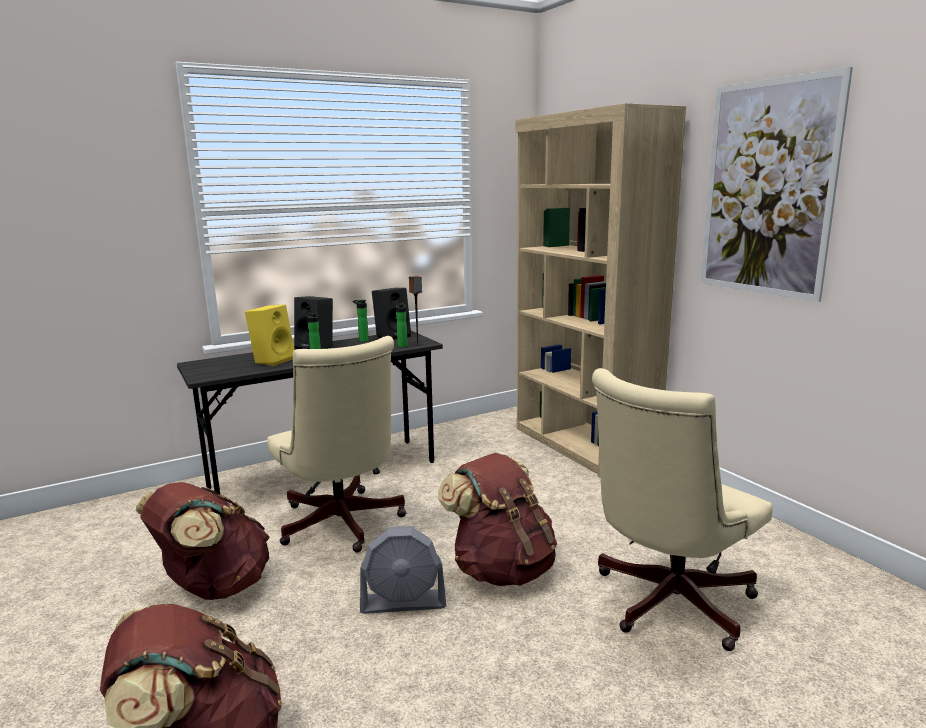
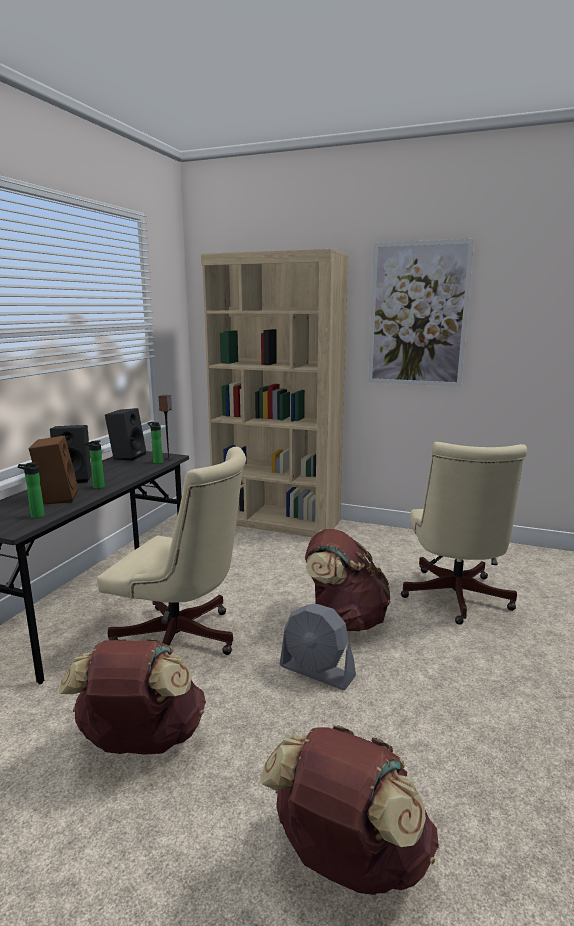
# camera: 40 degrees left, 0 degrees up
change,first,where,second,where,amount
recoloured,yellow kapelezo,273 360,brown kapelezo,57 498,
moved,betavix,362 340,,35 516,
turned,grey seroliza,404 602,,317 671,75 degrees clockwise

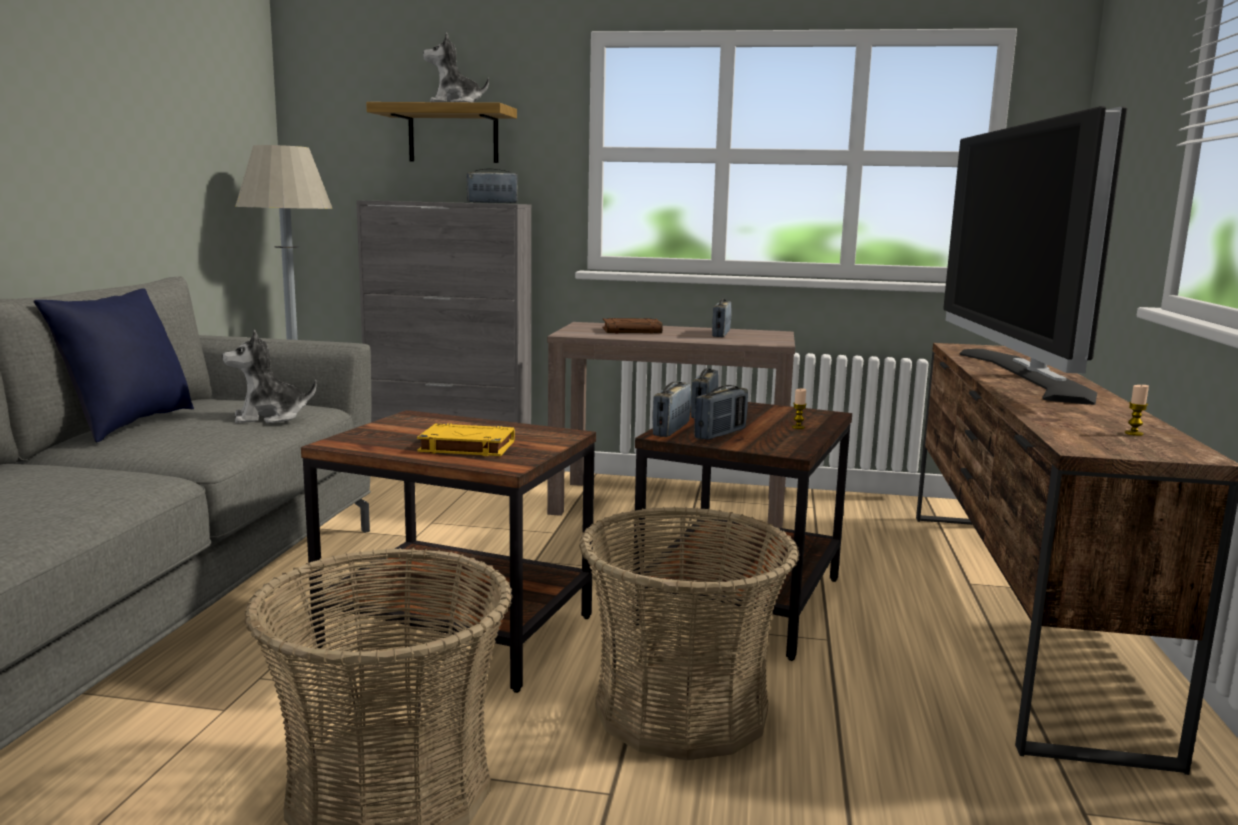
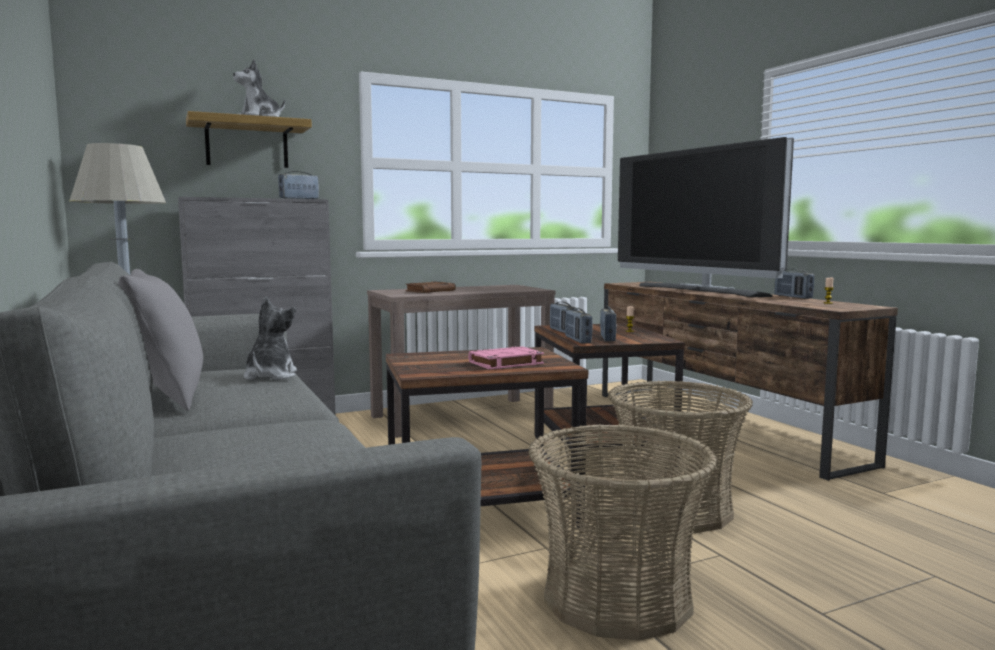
# camera: 35 degrees left, 5 degrees down
change,first,where,second,where,amount
recoloured,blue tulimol,127 424,grey tulimol,164 397,
turned,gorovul,269 417,,270 376,150 degrees clockwise
recoloured,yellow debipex,466 447,pink debipex,505 363,
moved,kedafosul,721 334,,793 297,

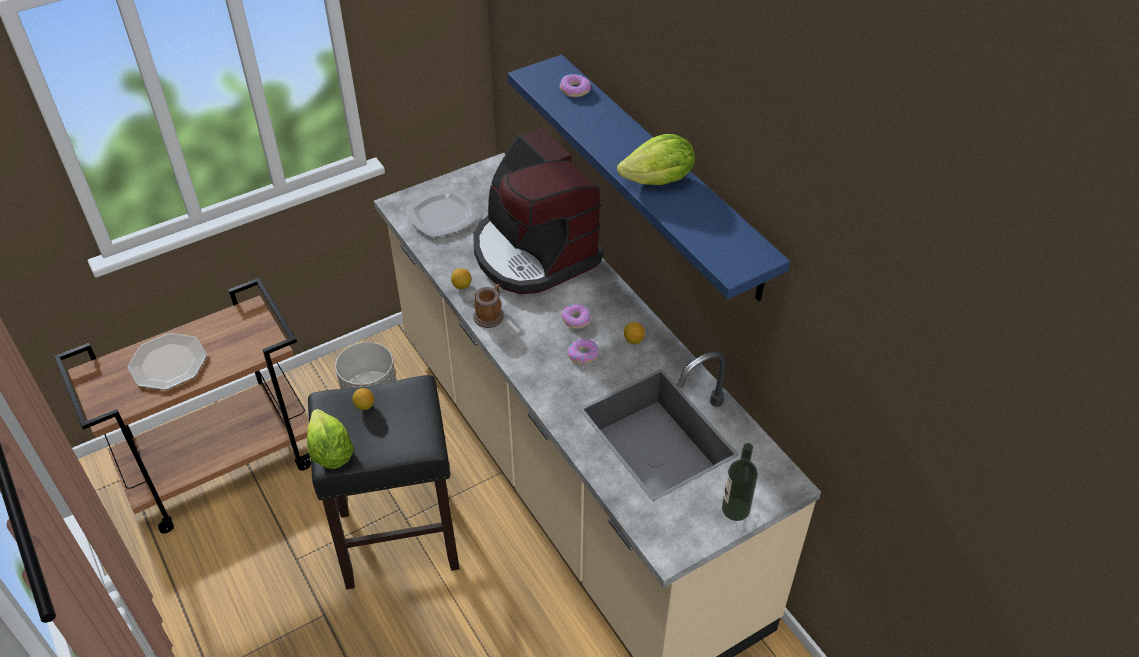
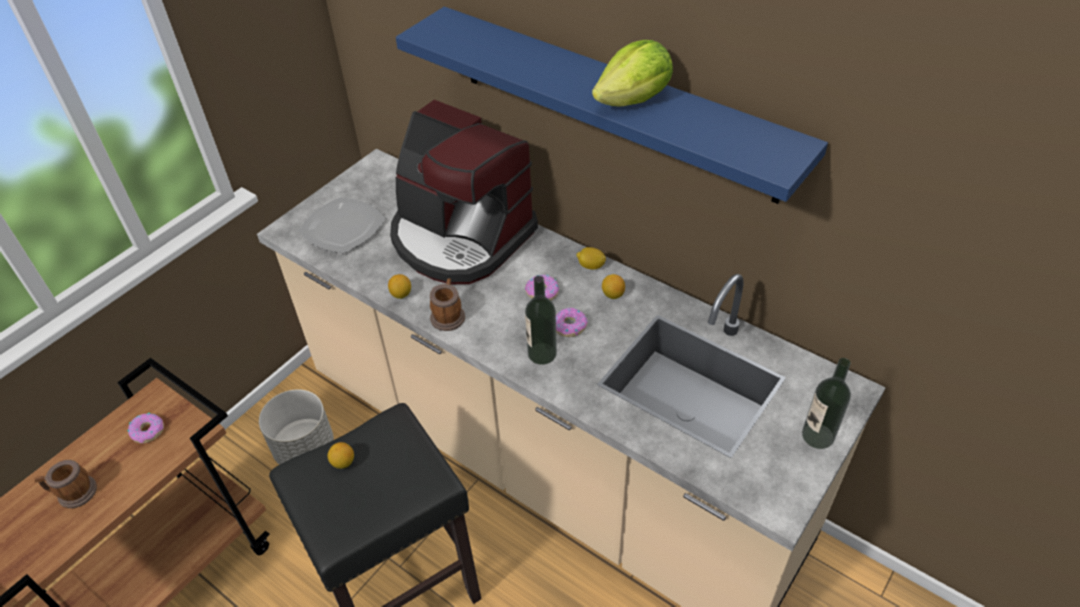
# camera: 20 degrees left, 0 degrees up
change,first,where,second,where,amount
replaced,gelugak,168 363,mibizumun,73 493,
removed,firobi,330 453,,,
moved,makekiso,575 90,,148 431,
added,,,betavix,542 353,
added,,,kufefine,591 266,

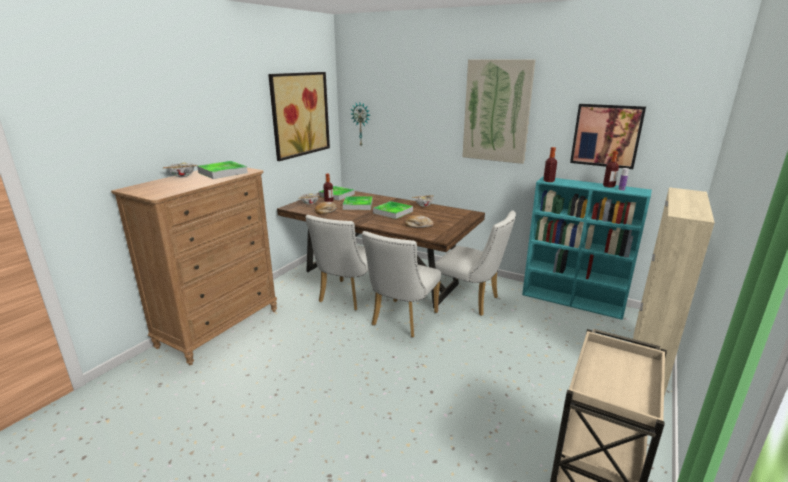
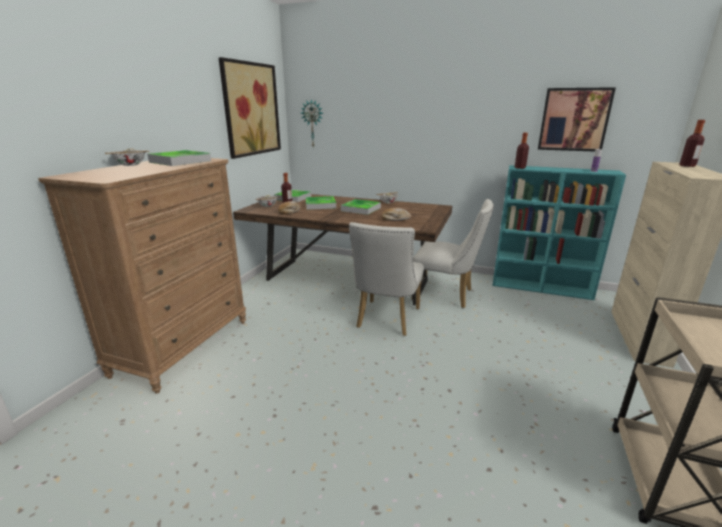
# camera: 10 degrees left, 0 degrees up
change,first,where,second,where,amount
removed,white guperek,346 297,,,
removed,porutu,496 111,,,
moved,betavix,608 186,,687 166,

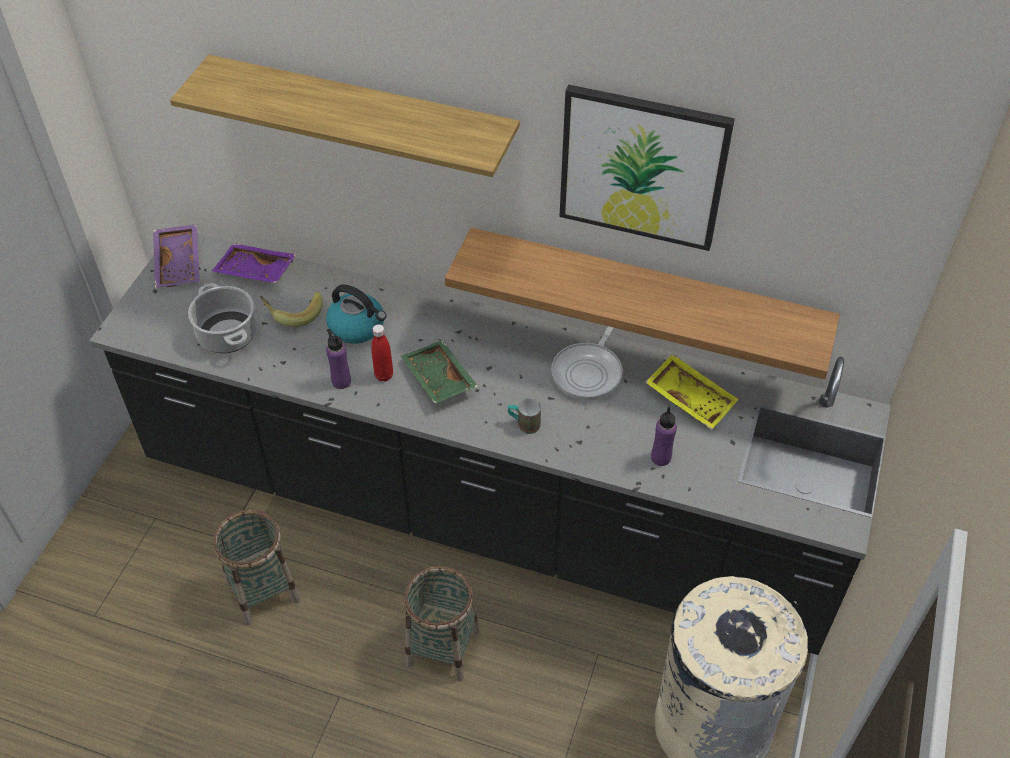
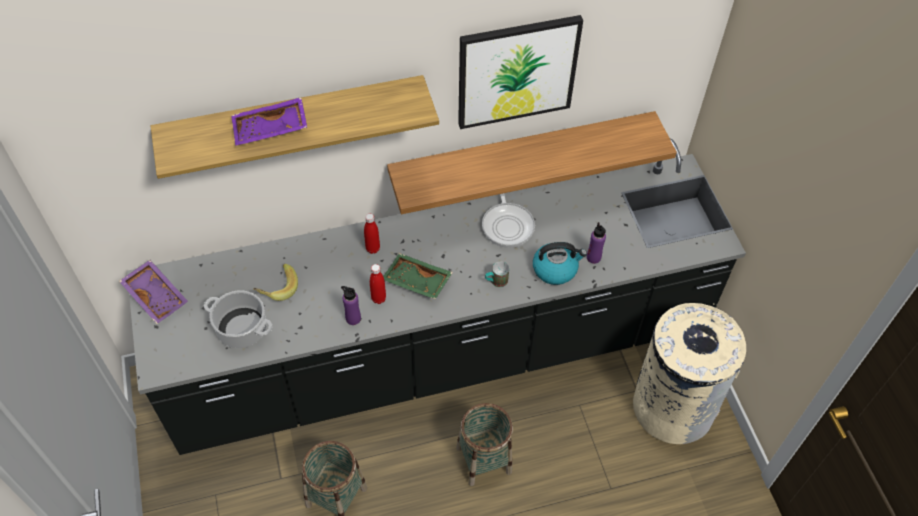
# camera: 35 degrees left, 5 degrees up
change,first,where,second,where,amount
moved,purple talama,255 272,,270 130,
moved,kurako,358 327,,555 269,
removed,yellow talama,691 397,,,
added,,,red betavix,373 249,

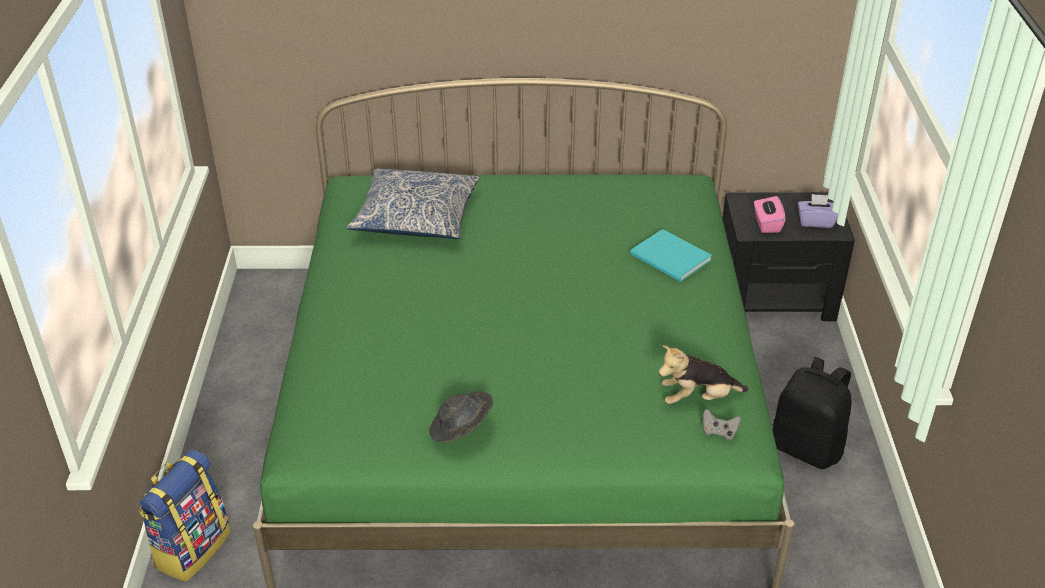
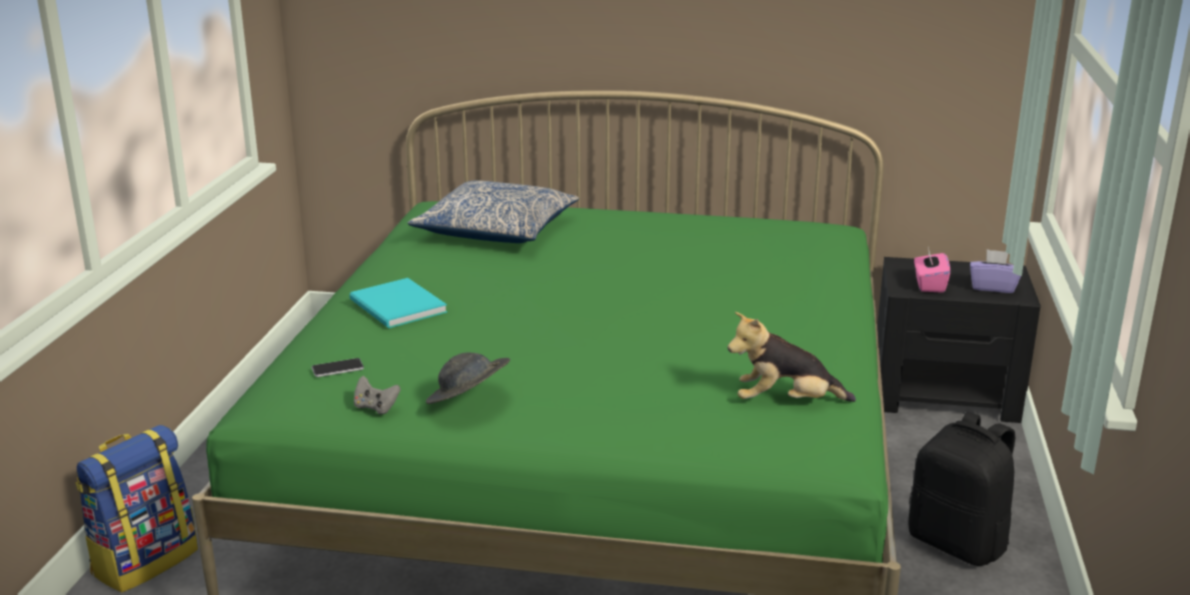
# camera: 10 degrees right, 15 degrees down
change,first,where,second,where,amount
moved,turquoise debipex,671 259,,397 307,
moved,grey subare,719 432,,376 408,
added,,,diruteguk,337 369,

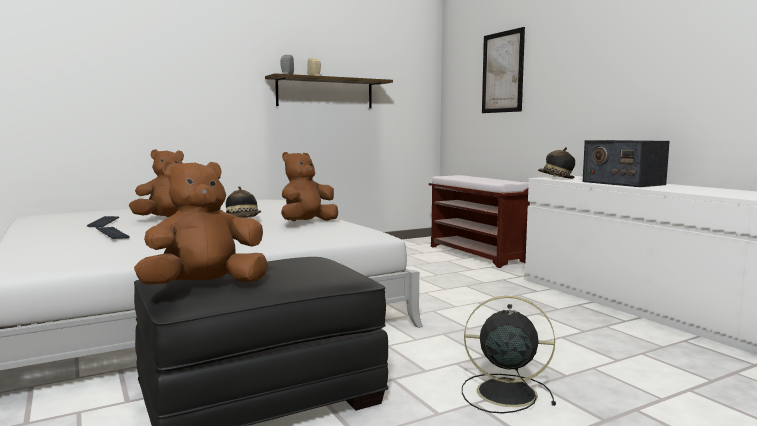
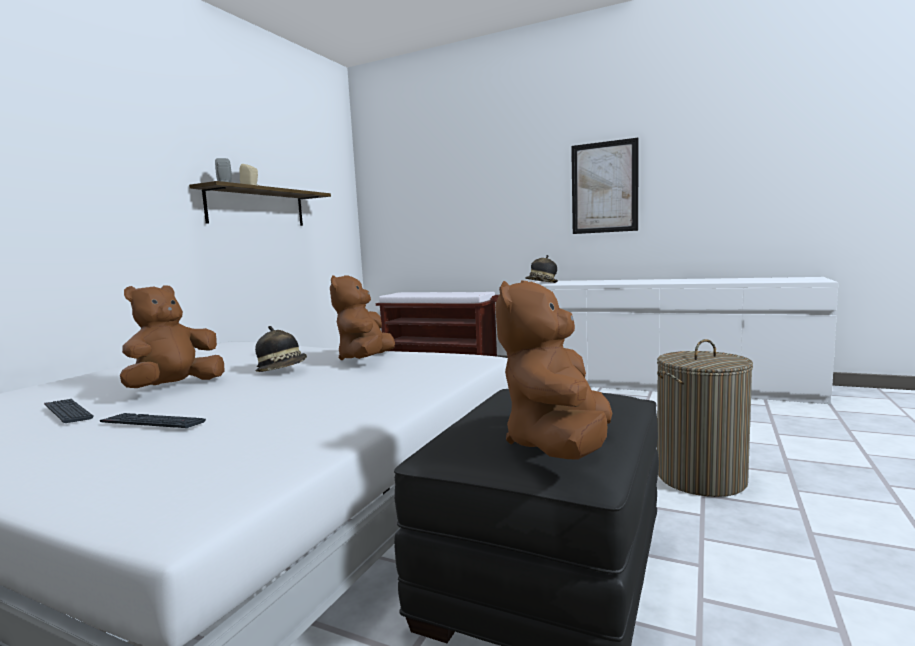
# camera: 35 degrees left, 0 degrees up
change,first,where,second,where,amount
replaced,black seroliza,503 392,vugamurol,700 478,
moved,porutu,502 72,,604 187,
removed,kedafosul,622 183,,,

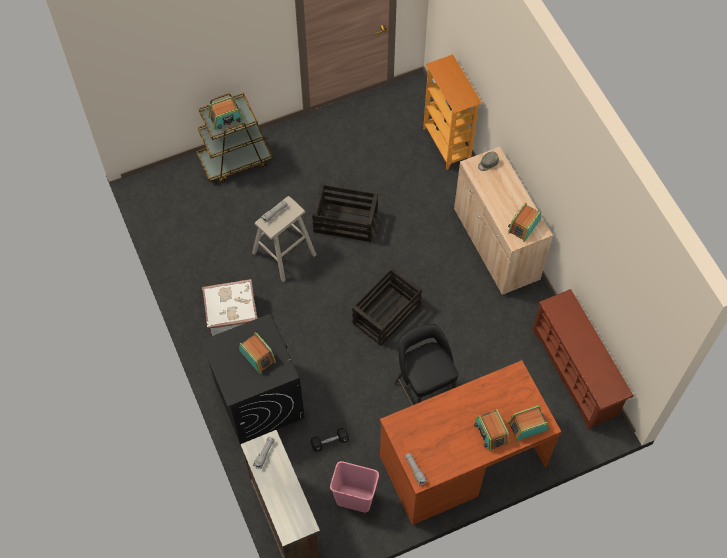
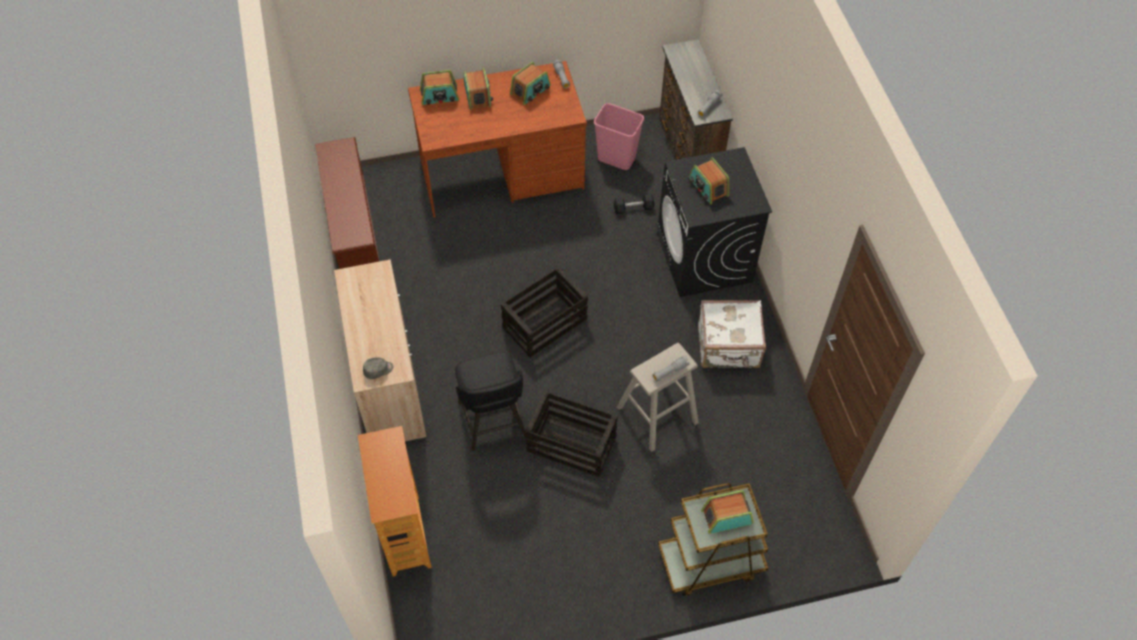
# camera: 170 degrees left, 5 degrees down
change,first,where,second,where,amount
moved,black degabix,424 391,,493 422,
moved,kedafosul,524 226,,530 90,

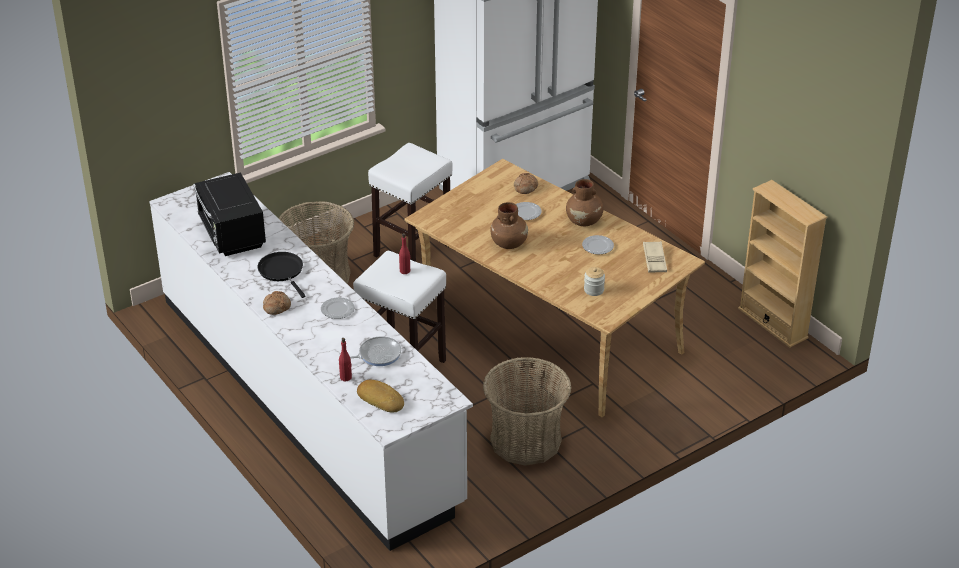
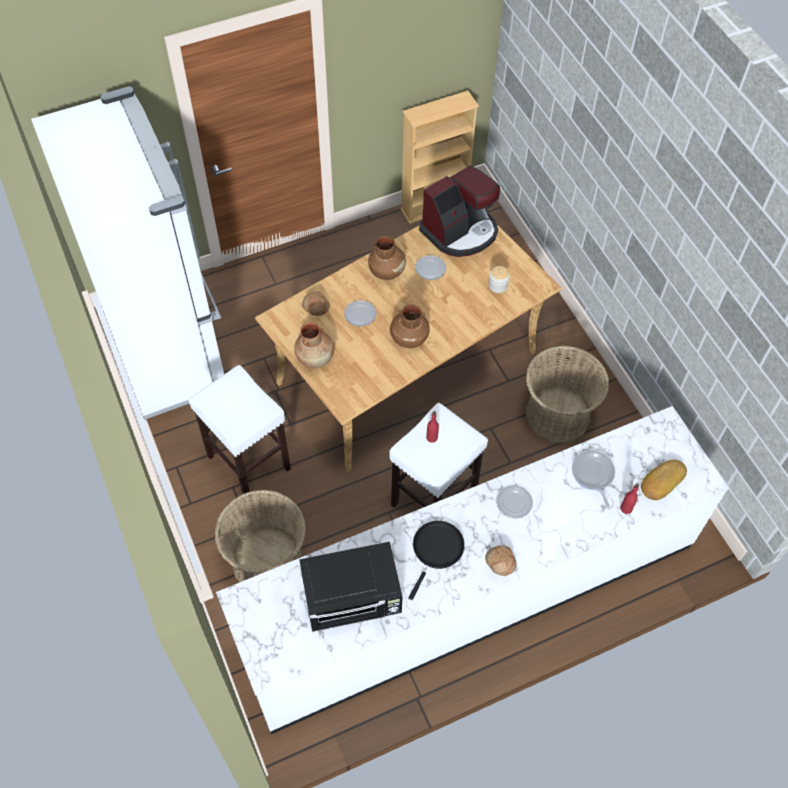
# camera: 80 degrees left, 20 degrees up
change,first,where,second,where,amount
turned,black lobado,282 271,,436 550,135 degrees clockwise
replaced,beige talama,654 260,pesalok,460 231,
added,,,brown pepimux,315 357,

